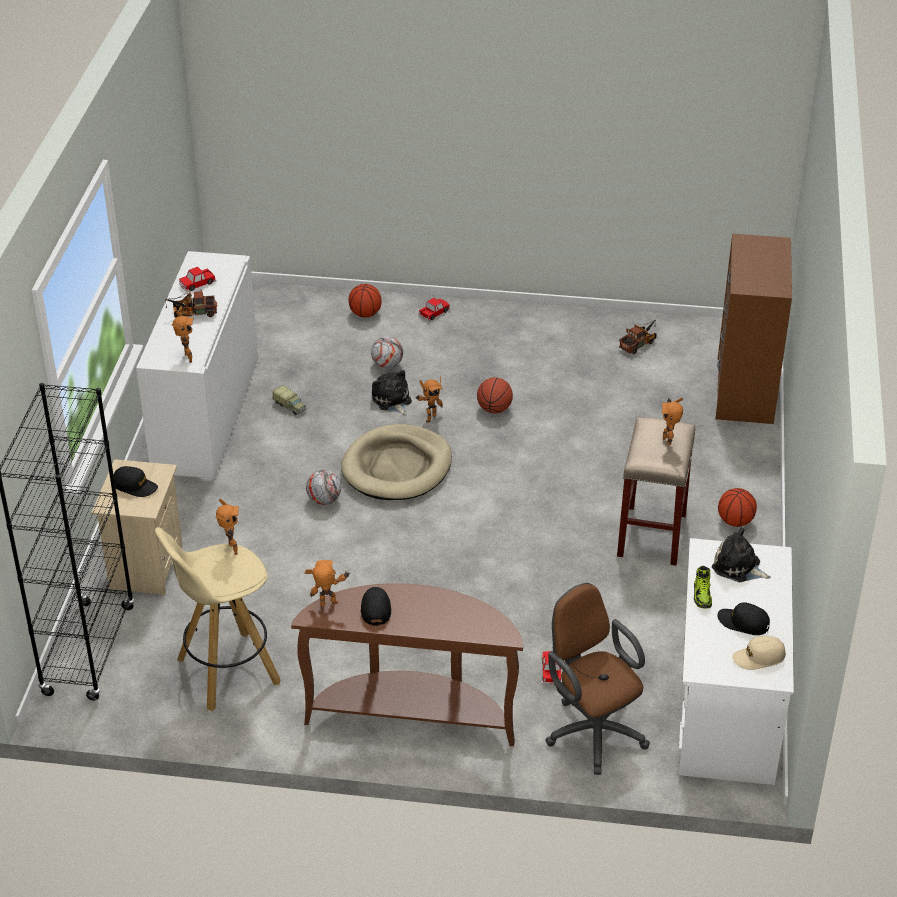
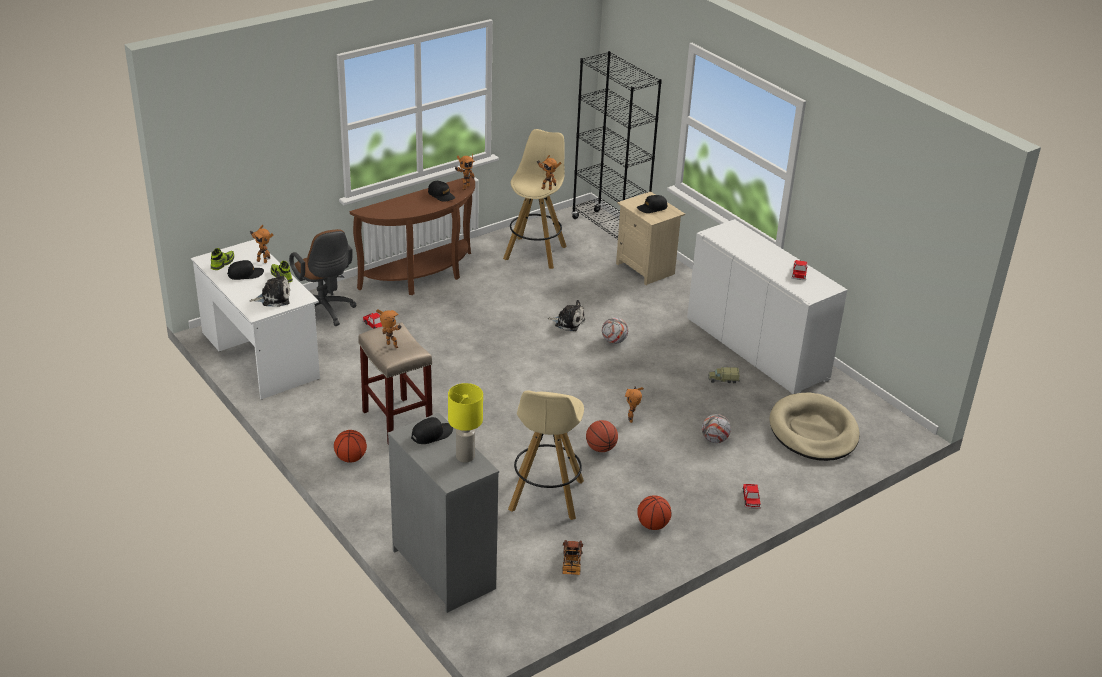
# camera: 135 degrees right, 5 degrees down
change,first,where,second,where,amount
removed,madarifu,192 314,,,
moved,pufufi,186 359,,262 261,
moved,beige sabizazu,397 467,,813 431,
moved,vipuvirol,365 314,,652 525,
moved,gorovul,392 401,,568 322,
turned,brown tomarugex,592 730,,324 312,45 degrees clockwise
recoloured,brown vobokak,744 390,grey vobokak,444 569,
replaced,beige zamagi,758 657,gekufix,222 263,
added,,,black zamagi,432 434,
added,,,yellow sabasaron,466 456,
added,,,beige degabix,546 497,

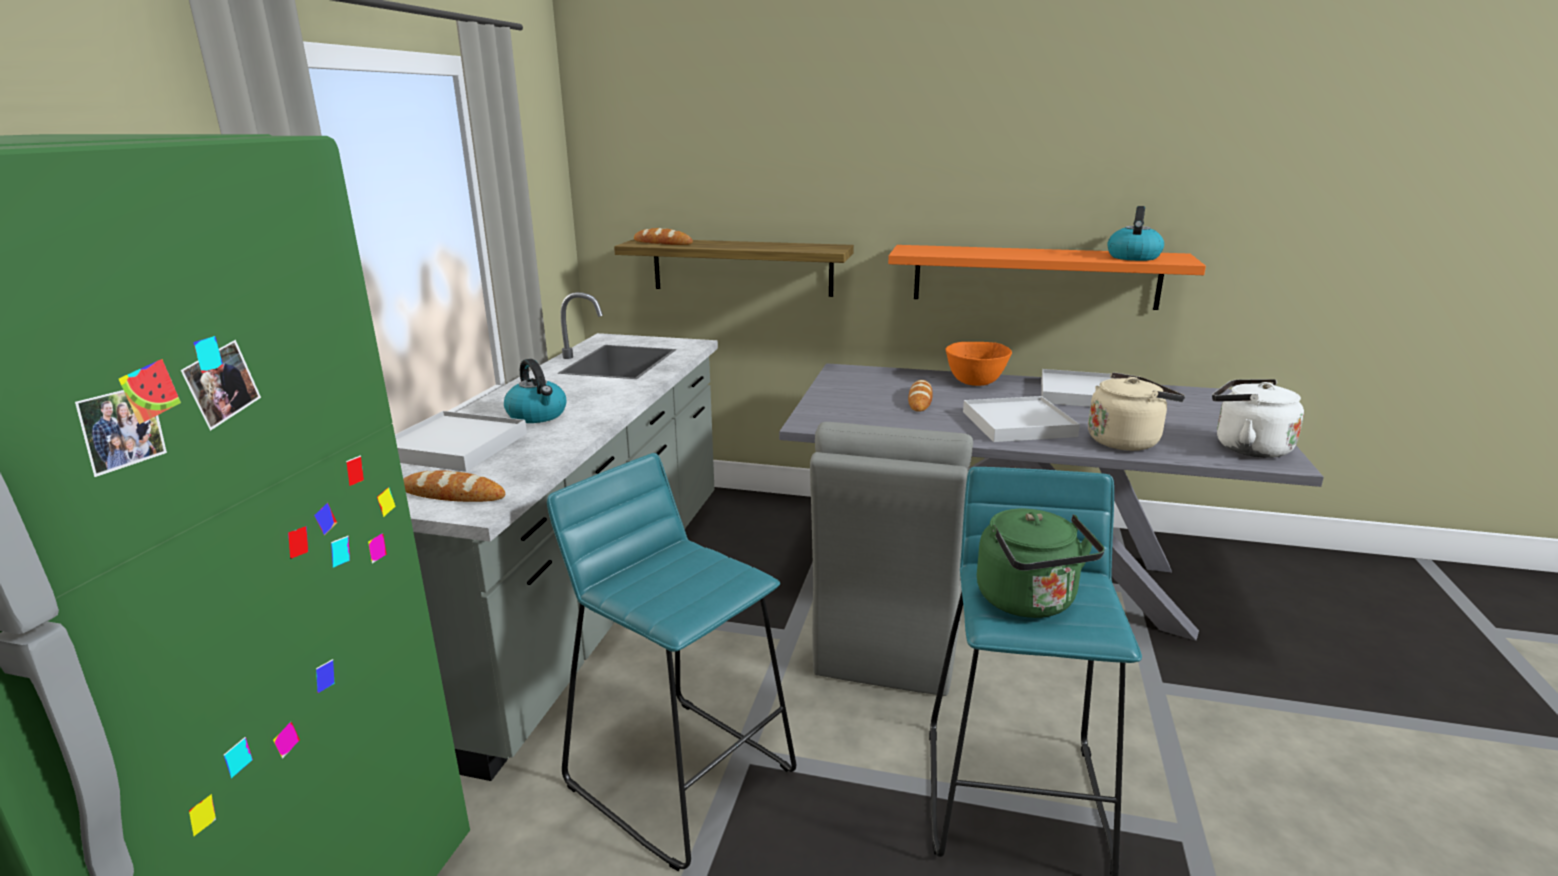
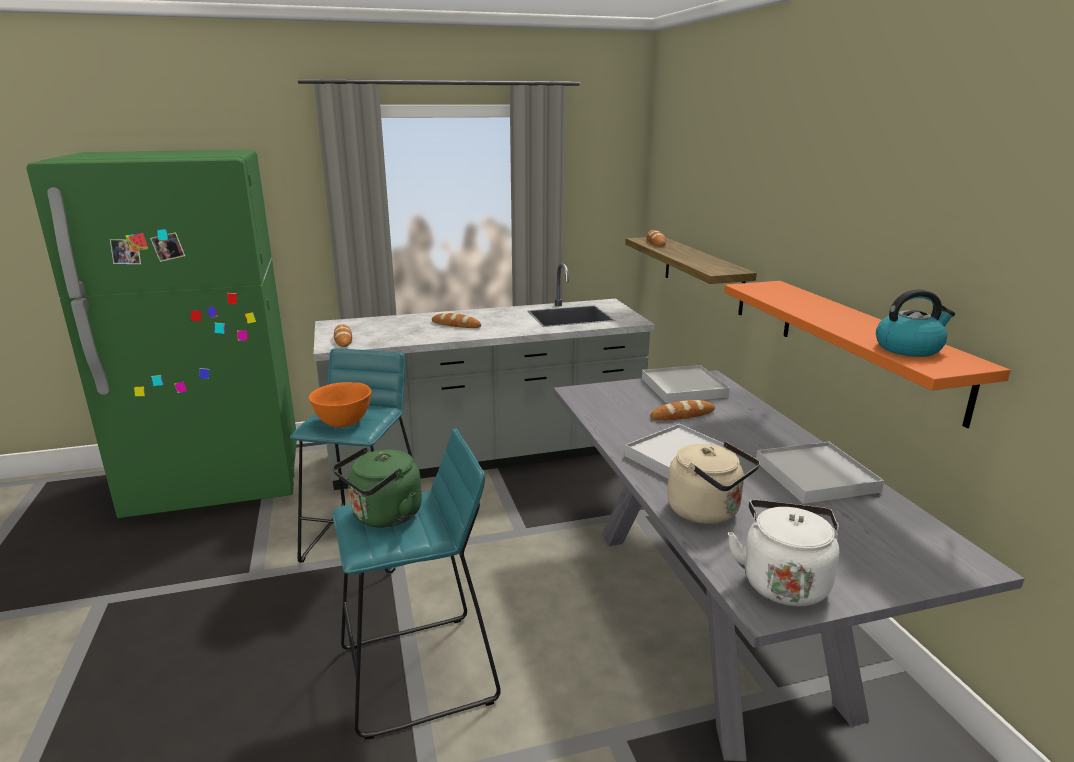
# camera: 60 degrees right, 0 degrees up
change,first,where,second,where,amount
moved,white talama,454 446,,683 387,
replaced,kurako,538 415,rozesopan,456 324,
removed,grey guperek,889 640,,,
moved,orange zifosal,976 382,,344 422,

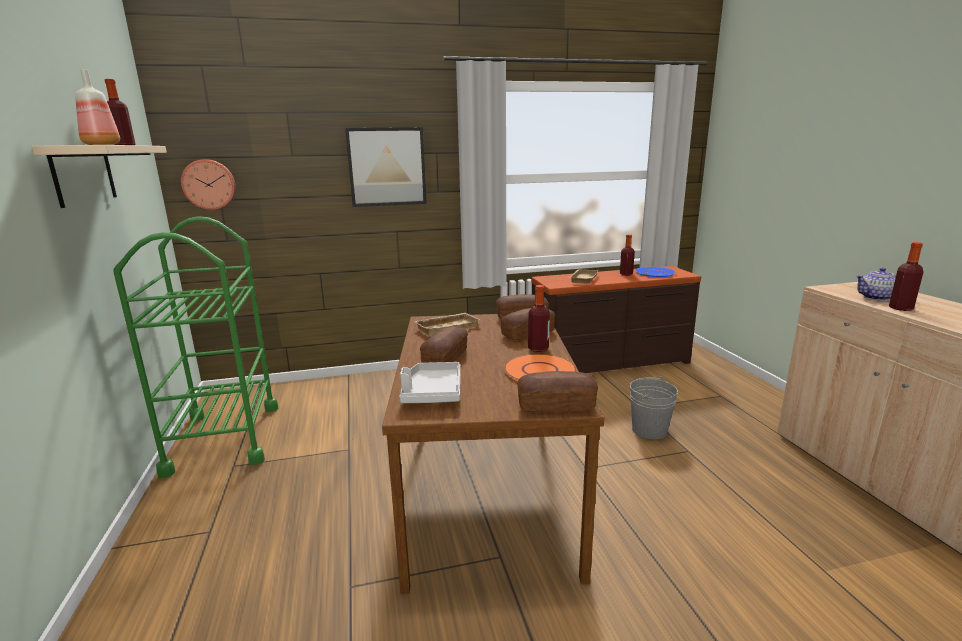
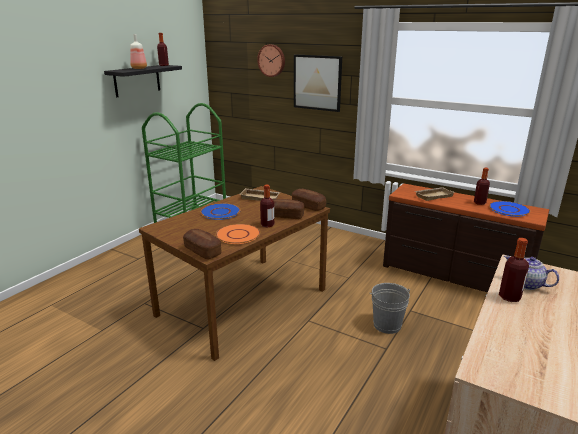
# camera: 45 degrees right, 5 degrees up
change,first,where,second,where,amount
recoloured,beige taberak,83 174,black taberak,137 80,
moved,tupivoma,209 184,,272 60,
removed,grey talama,432 392,,,
replaced,rozesopan,445 358,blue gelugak,220 212,

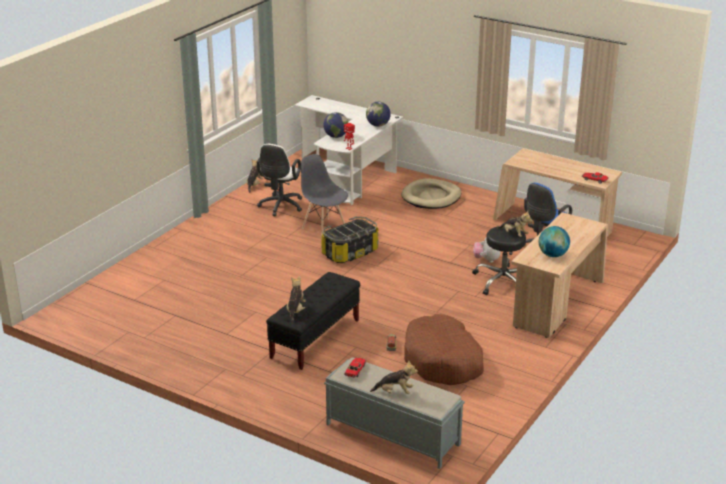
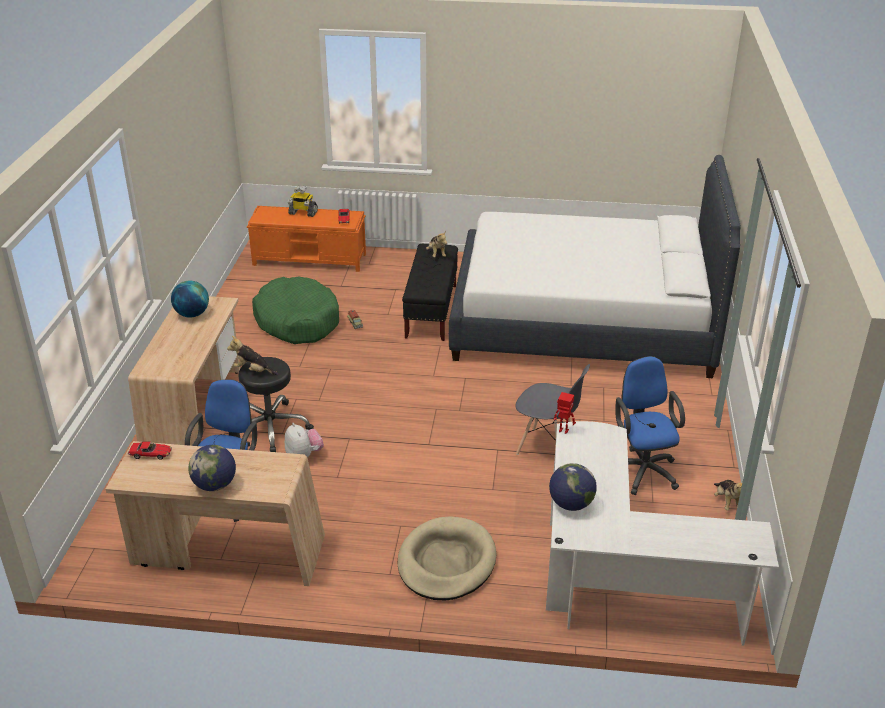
# camera: 155 degrees right, 5 degrees up
change,first,where,second,where,amount
recoloured,white tomarugex,280 207,blue tomarugex,642 469,
removed,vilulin,349 252,,,
moved,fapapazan,336 136,,215 485,
recoloured,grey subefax,392 434,orange subefax,310 259,
replaced,gorovul,394 392,pufufi,302 213,
recoloured,brown sabizazu,443 361,green sabizazu,297 321,
added,,,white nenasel,583 321,

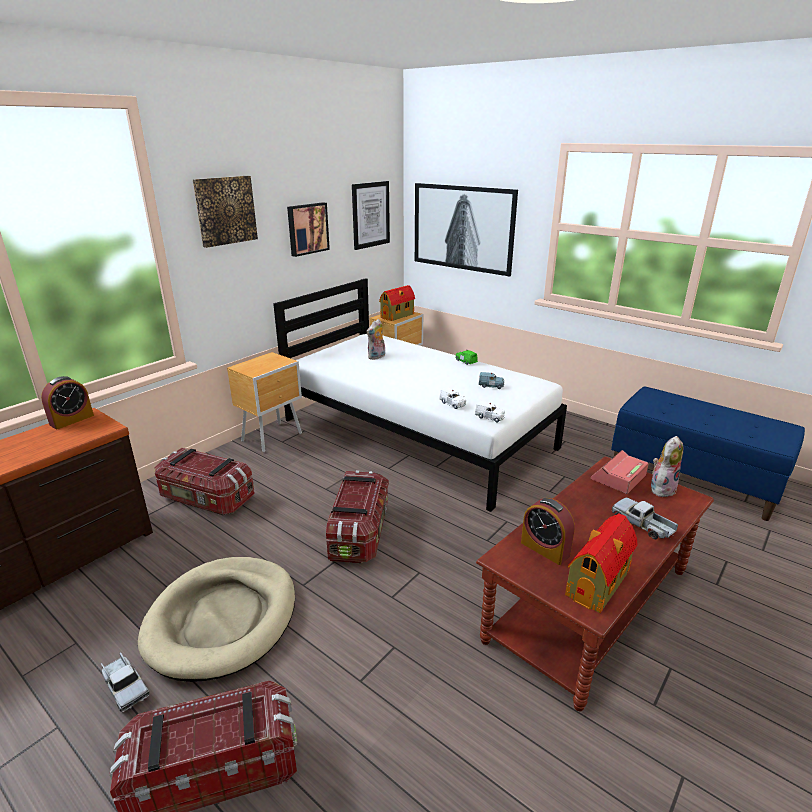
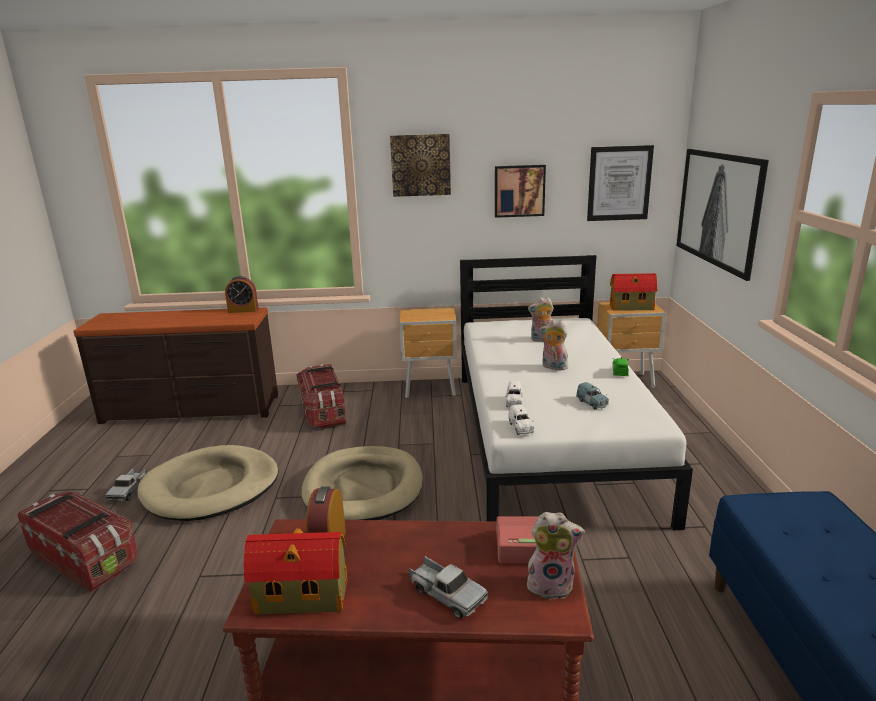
# camera: 50 degrees right, 5 degrees down
change,first,where,second,where,amount
replaced,vilulin,360 532,beige sabizazu,364 488,
turned,madarifu,642 525,,446 594,120 degrees clockwise
added,,,gorovul,553 367,

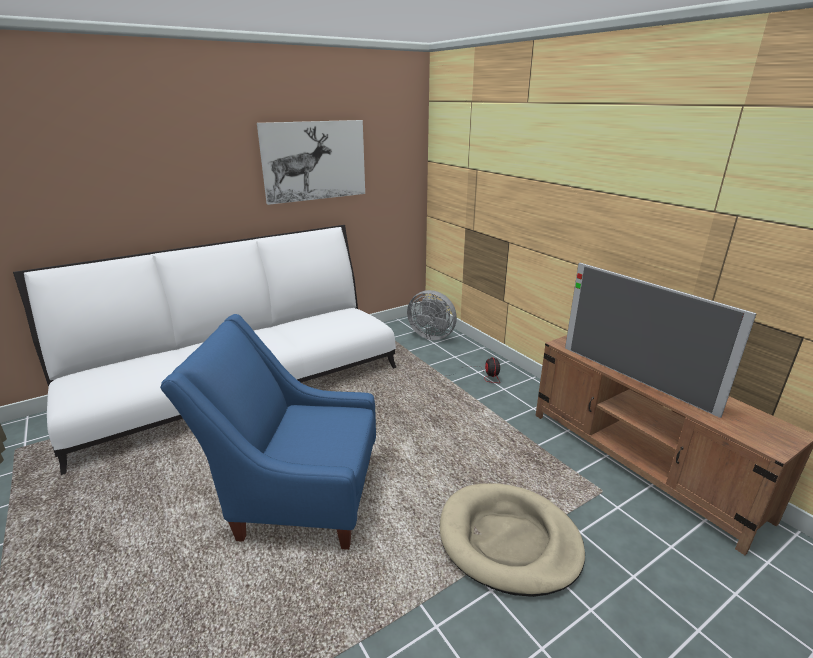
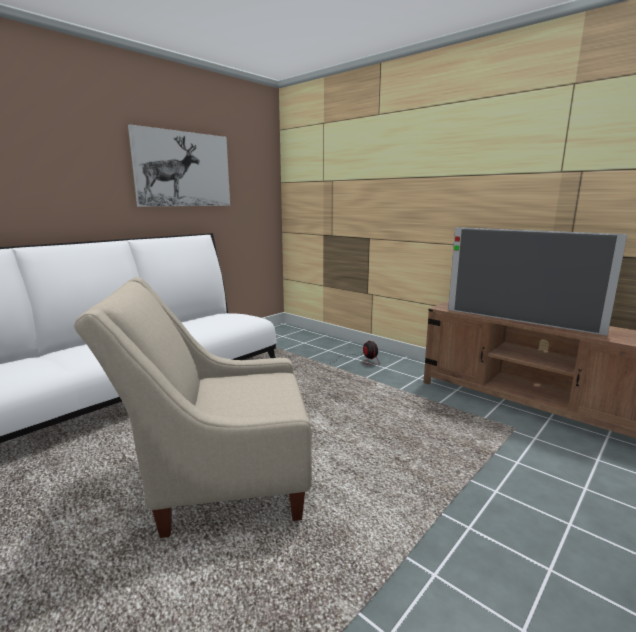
# camera: 15 degrees left, 10 degrees down
change,first,where,second,where,amount
recoloured,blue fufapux,297 496,beige fufapux,219 480,
removed,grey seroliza,431 335,,,
removed,beige sabizazu,508 541,,,

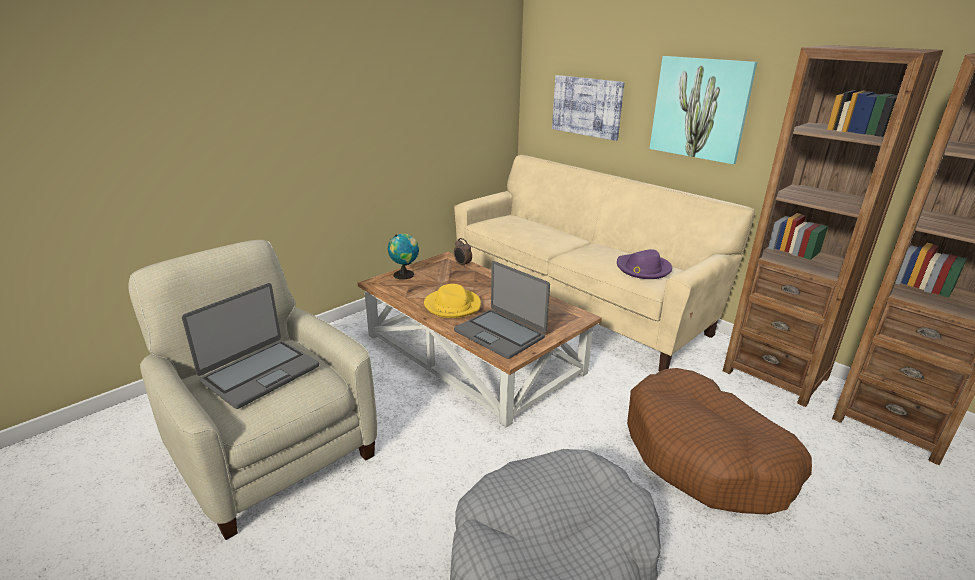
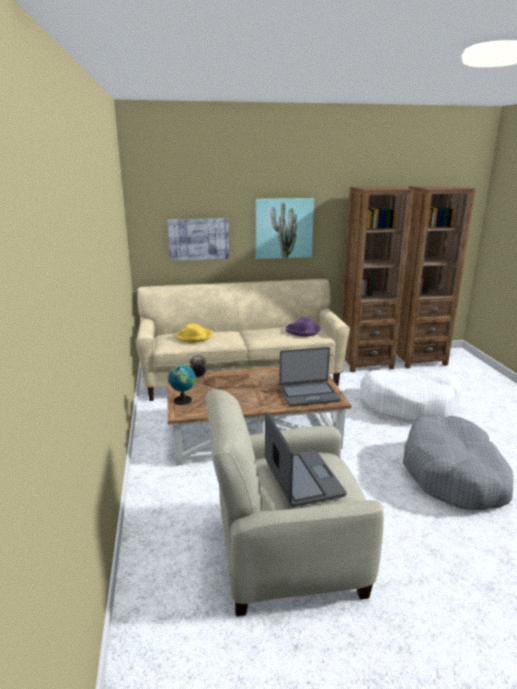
# camera: 55 degrees left, 5 degrees down
change,first,where,second,where,amount
moved,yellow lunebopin,452 305,,194 336,
recoloured,brown sabizazu,706 455,white sabizazu,408 405,

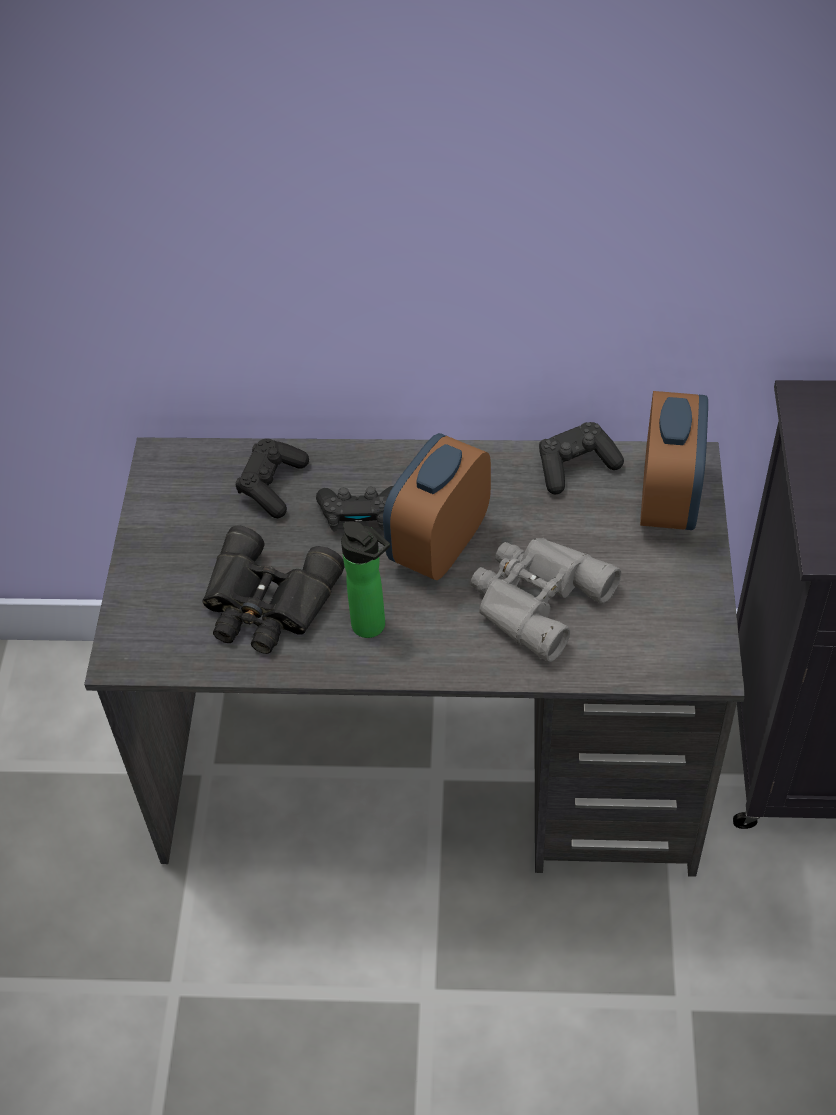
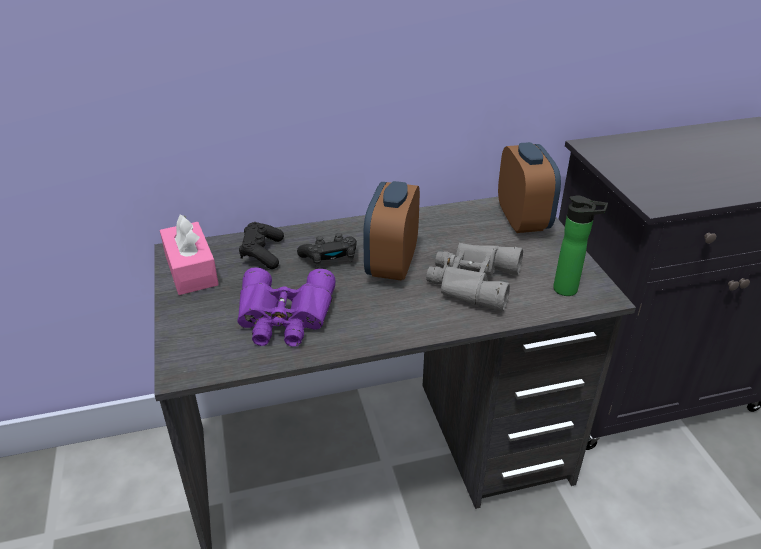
# camera: 20 degrees left, 15 degrees down
change,first,where,second,where,amount
recoloured,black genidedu,267 604,purple genidedu,285 317,
moved,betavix,372 628,,569 290,
removed,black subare,575 467,,,
added,,,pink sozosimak,191 270,

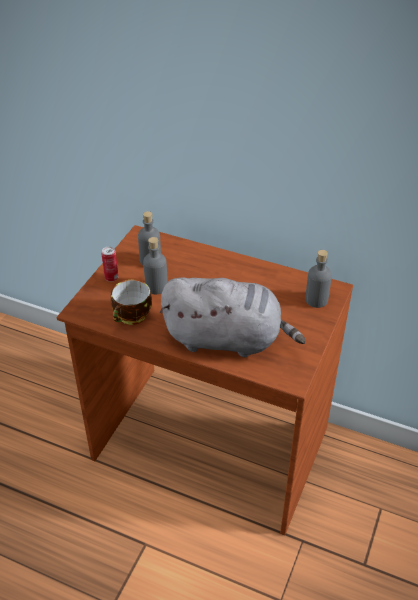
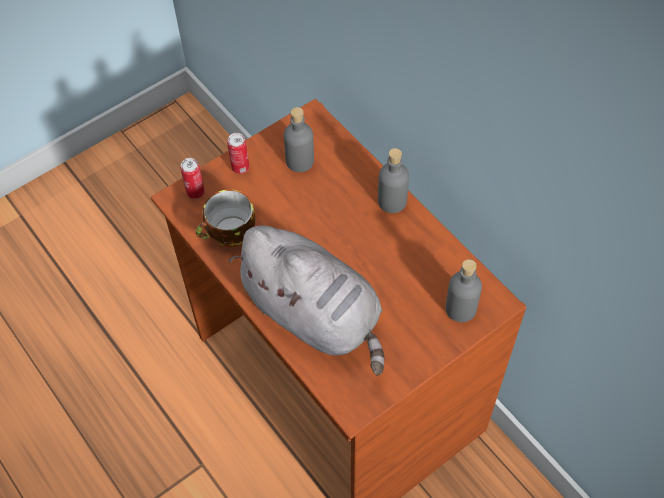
# camera: 30 degrees right, 15 degrees up
change,first,where,second,where,amount
moved,grey betavix,156 287,,392 201,
added,,,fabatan,195 192,

